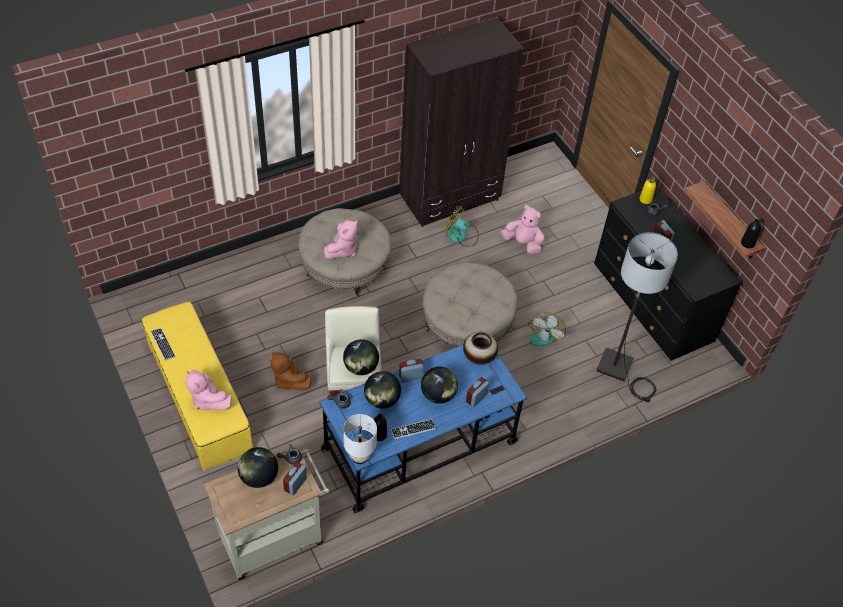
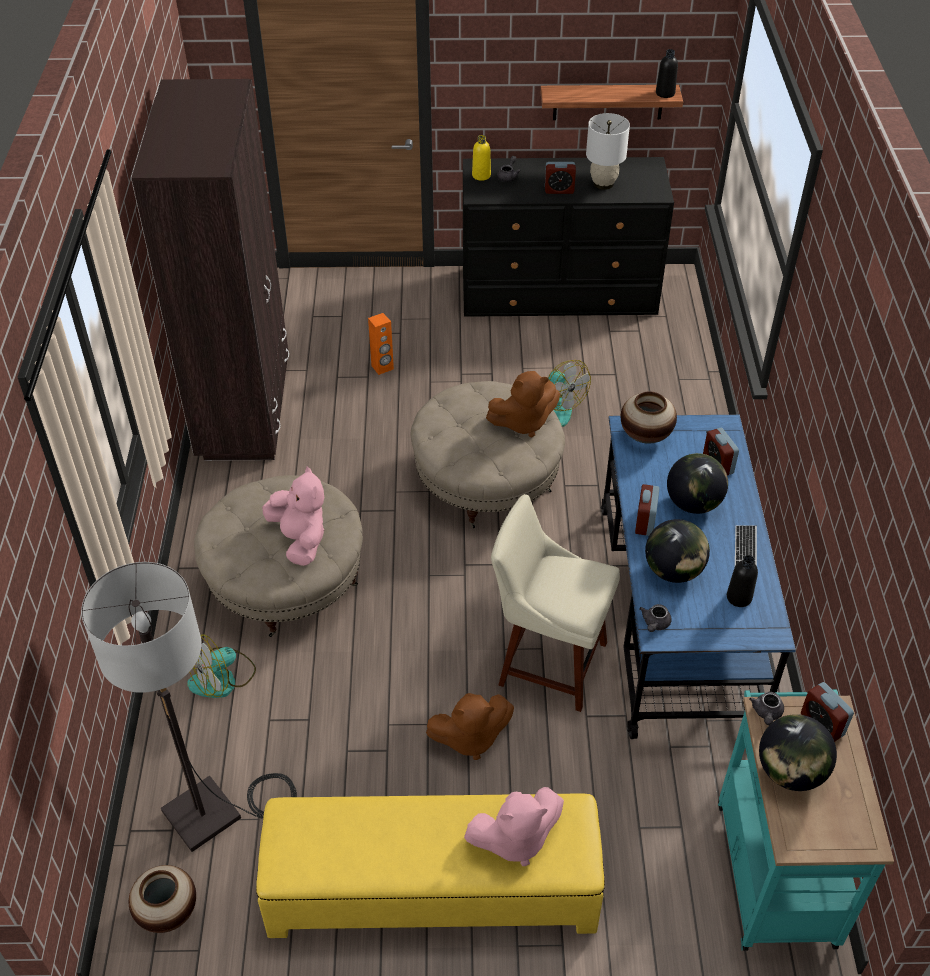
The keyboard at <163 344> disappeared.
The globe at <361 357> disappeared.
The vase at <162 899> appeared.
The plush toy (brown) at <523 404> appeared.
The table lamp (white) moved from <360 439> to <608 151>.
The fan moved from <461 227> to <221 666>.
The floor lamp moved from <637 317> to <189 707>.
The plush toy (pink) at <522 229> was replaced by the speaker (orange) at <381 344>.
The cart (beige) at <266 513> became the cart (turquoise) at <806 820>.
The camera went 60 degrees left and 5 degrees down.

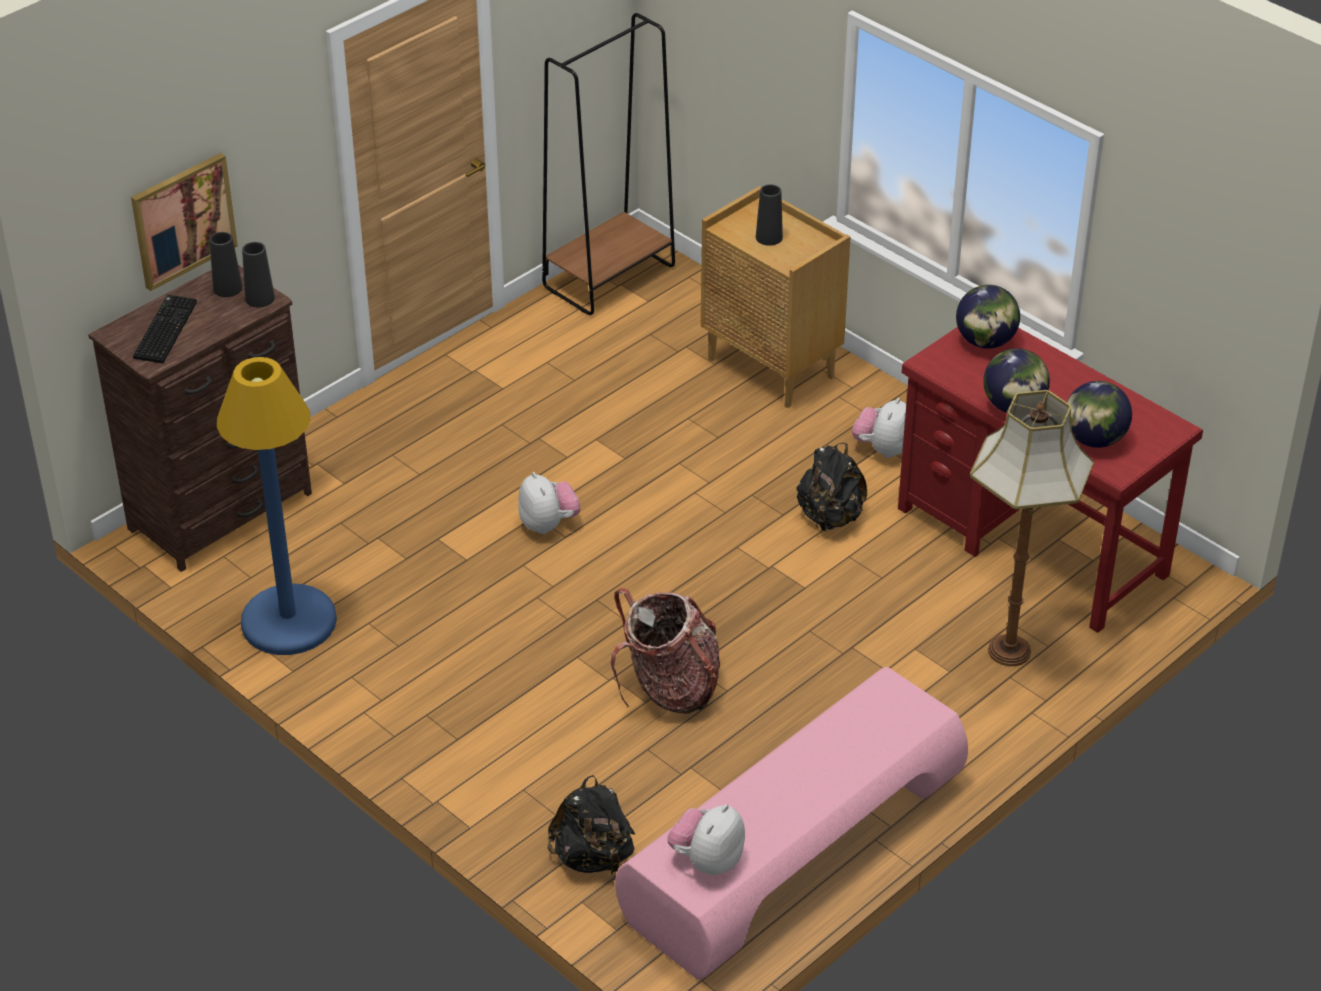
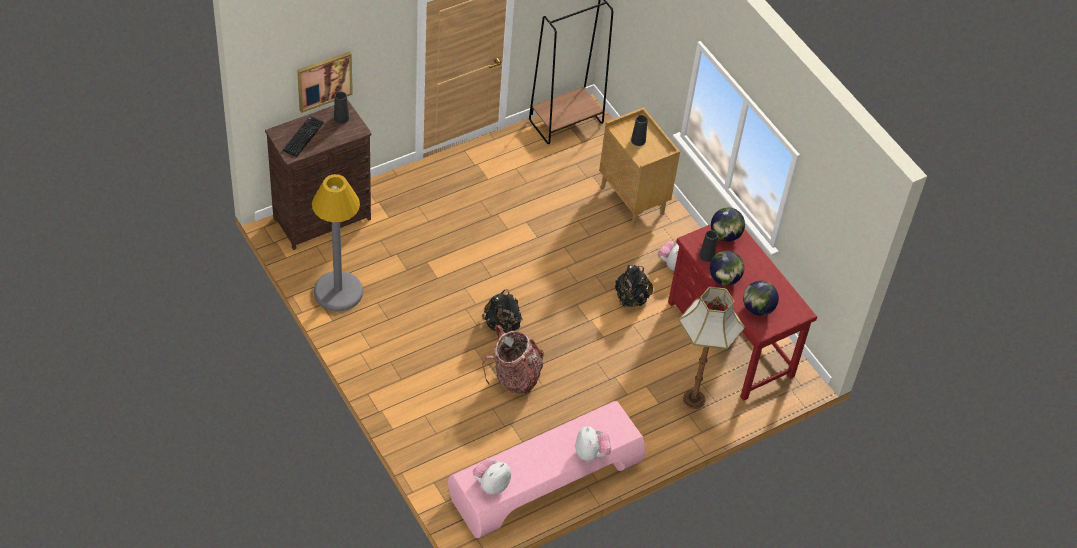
The vase (black) moved from <258 275> to <708 246>.
The plush toy moved from <549 503> to <593 443>.
The backpack (black) moved from <591 824> to <502 311>.
The floor lamp (blue) at <277 506> became the floor lamp (grey) at <337 243>.
The camera went 10 degrees right and 10 degrees up.

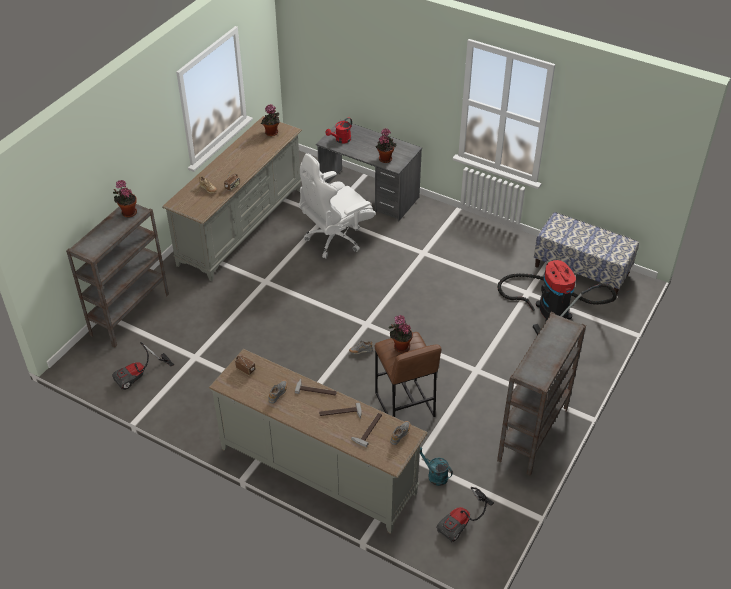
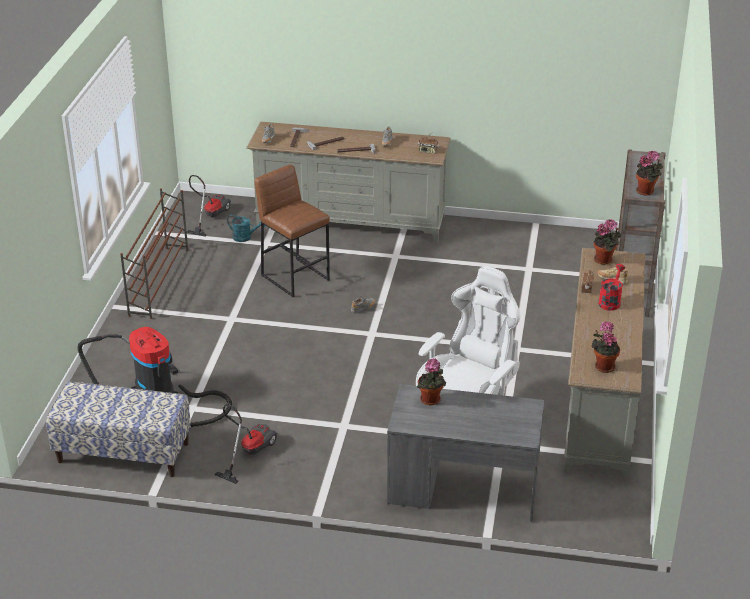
The vacuum cleaner moved from <143 366> to <246 444>.
The watering can (red) moved from <339 130> to <611 287>.
The potted plant moved from <401 334> to <608 242>.
The bookcase (grey) at <541 394> was replaced by the shoe rack (brown) at <154 253>.
The camera went 160 degrees right and 10 degrees down.

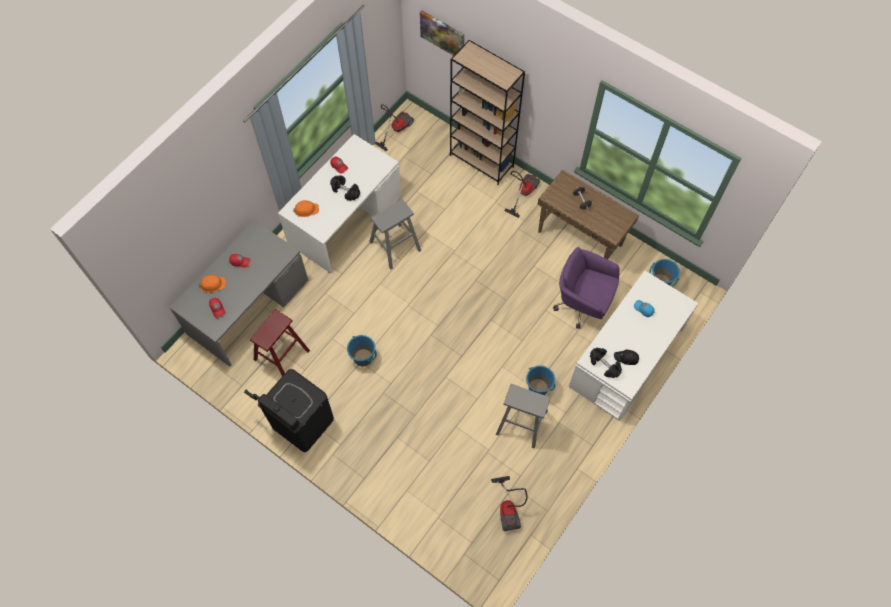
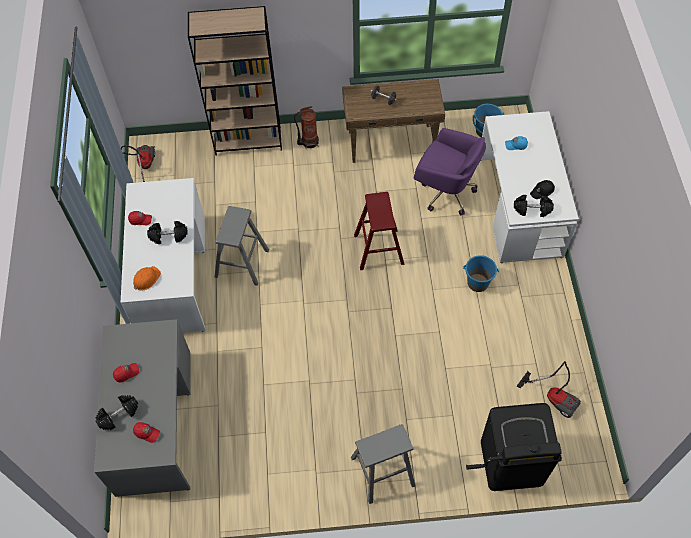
The bucket (blue) at <362 351> disappeared.
The picture at <442 33> disappeared.
The washing machine (black) moved from <289 410> to <514 447>.
The stool (red) moved from <280 342> to <379 231>.
The stool (grey) moved from <523 416> to <383 464>.
The hard hat (orange) at <212 284> was replaced by the dumbbell (black) at <116 412>.
The vacuum cleaner at <522 194> was replaced by the fire extinguisher at <306 127>.
The office chair (purple) at <586 288> turned 135 degrees counterclockwise.
The camera went 40 degrees left and 5 degrees down.

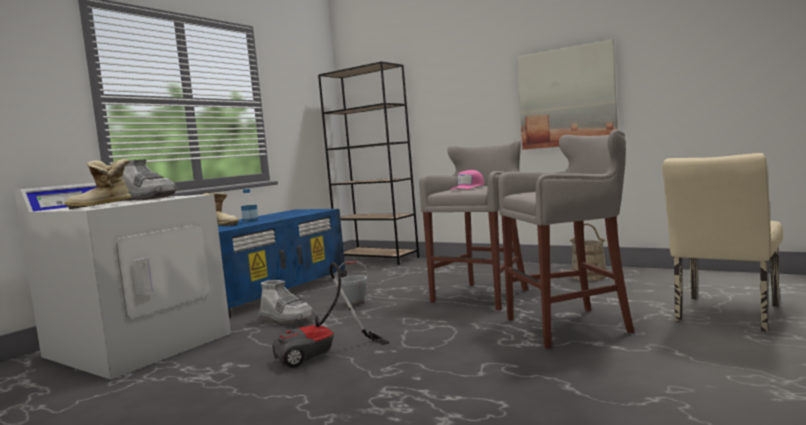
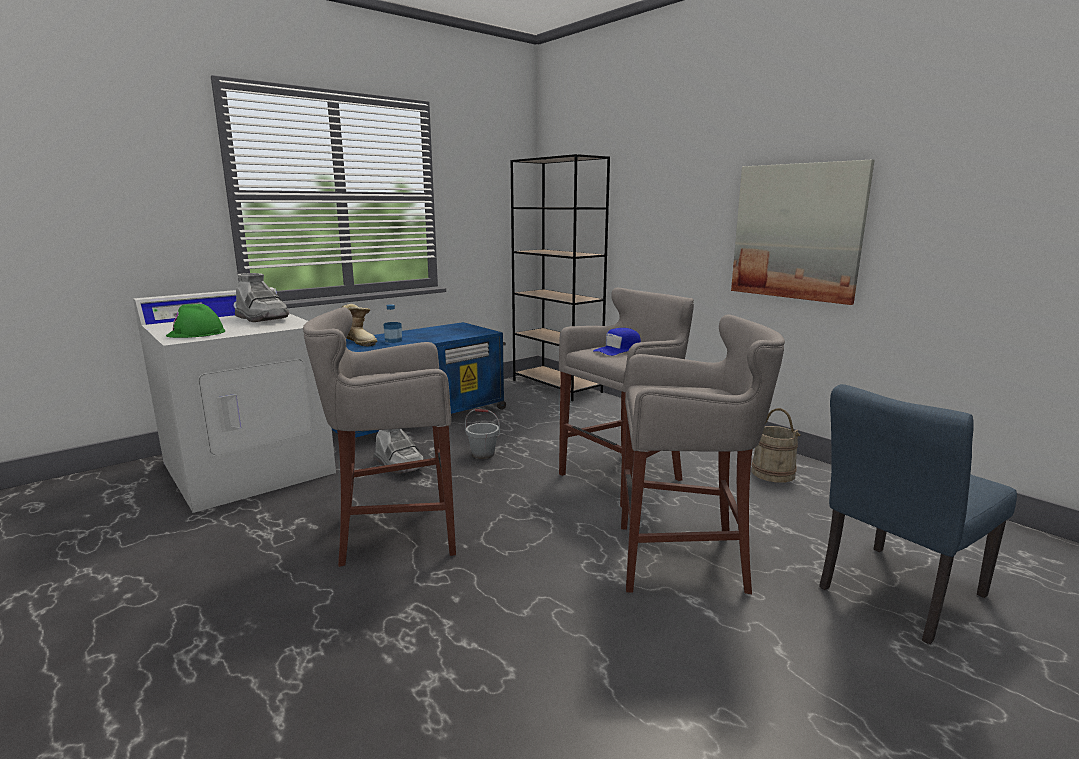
The boot at <98 184> was replaced by the hard hat (green) at <195 321>.
The vacuum cleaner at <331 315> was replaced by the stool (grey) at <379 437>.
The cap (pink) at <467 180> became the cap (blue) at <617 342>.
The chair (beige) at <722 242> became the chair (blue) at <918 514>.
The camera went 15 degrees right and 10 degrees up.

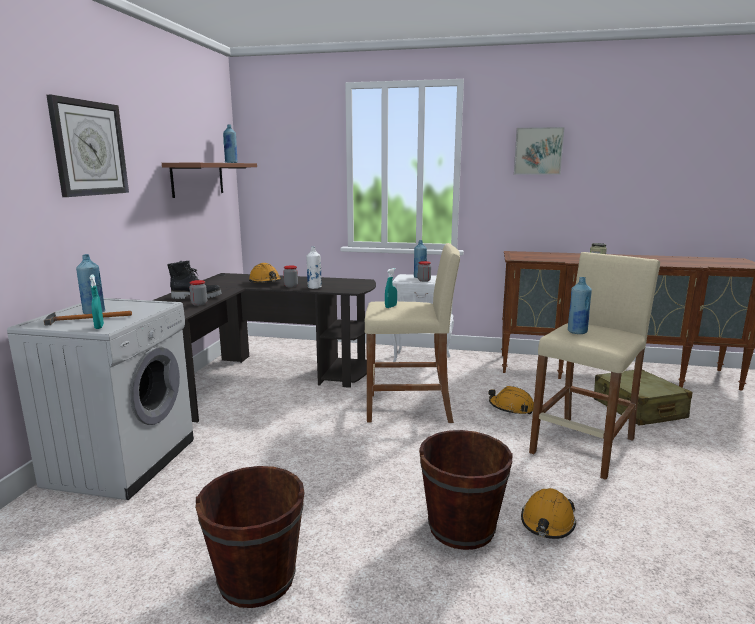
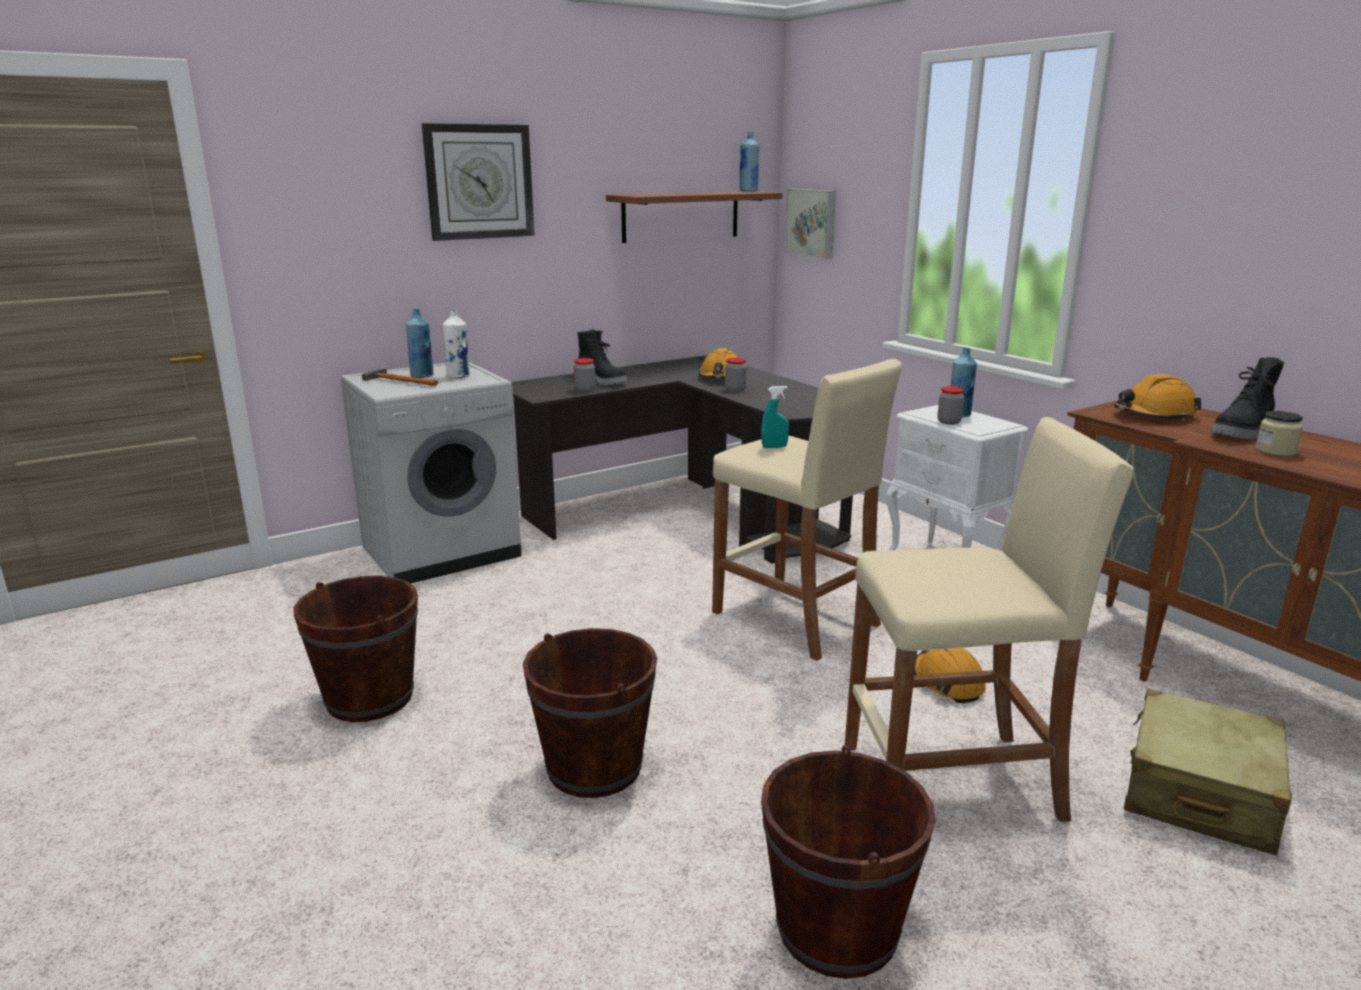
The spray bottle (turquoise) at <97 302> disappeared.
The bottle (blue) at <580 305> disappeared.
The bucket (brown) at <848 862> appeared.
The boot (black) at <1247 398> appeared.
The bottle (white) moved from <314 268> to <456 344>.
The picture moved from <539 151> to <810 224>.
The hard hat (orange) moved from <548 513> to <1157 397>.
The camera went 45 degrees right and 5 degrees up.

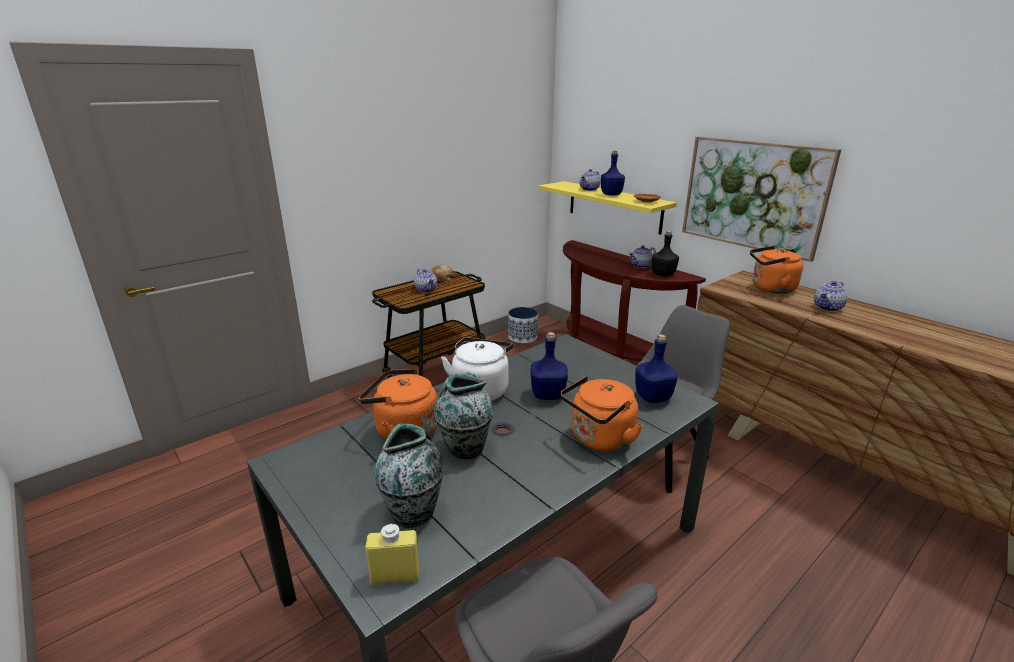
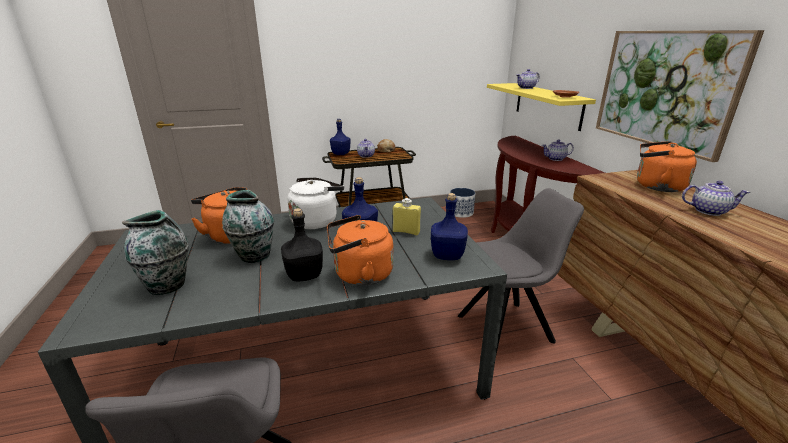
The bottle (yellow) moved from <392 554> to <407 217>.
The bottle (blue) moved from <613 173> to <340 137>.
The bottle (black) moved from <665 254> to <302 244>.
The teapot at <831 296> turned 150 degrees counterclockwise.
The camera went 25 degrees right and 0 degrees up.

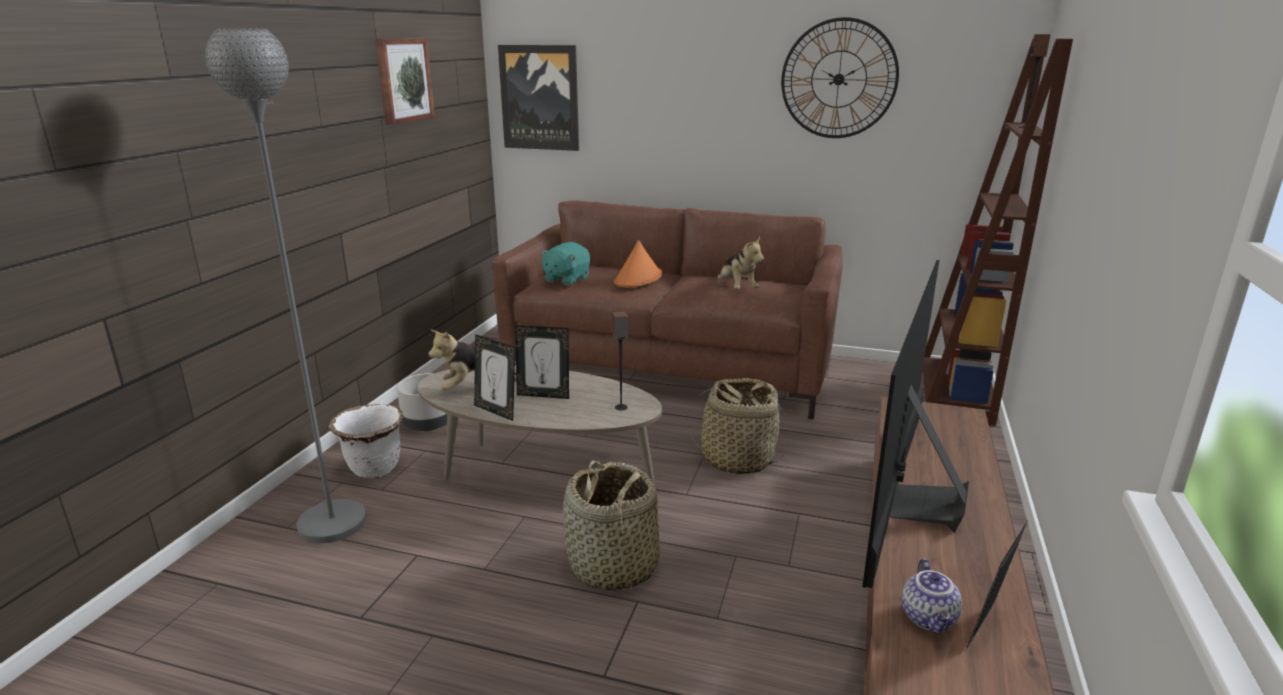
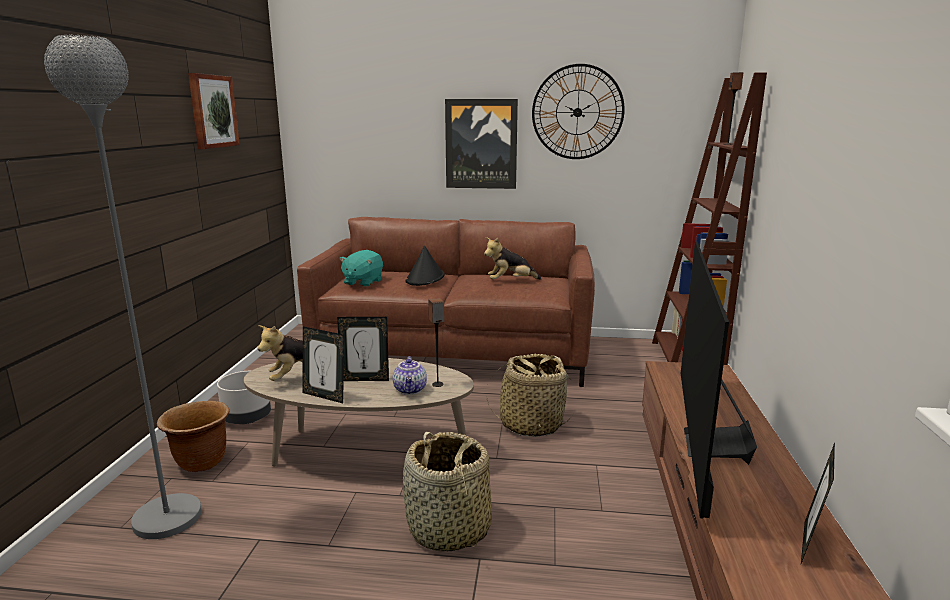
The picture moved from <538 98> to <481 144>.
The teapot moved from <932 596> to <410 375>.
The planter (white) at <366 441> became the planter (brown) at <193 436>.
The hat (orange) at <638 264> became the hat (black) at <425 266>.
The plush toy at <740 263> turned 105 degrees clockwise.
The camera went 10 degrees left and 5 degrees down.

